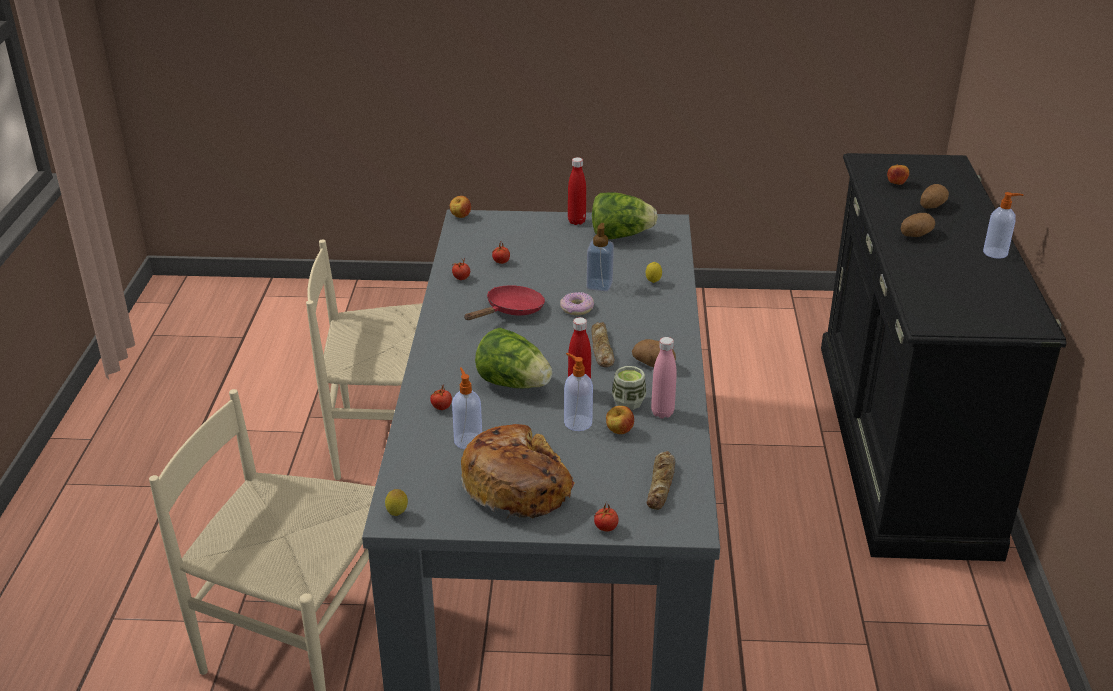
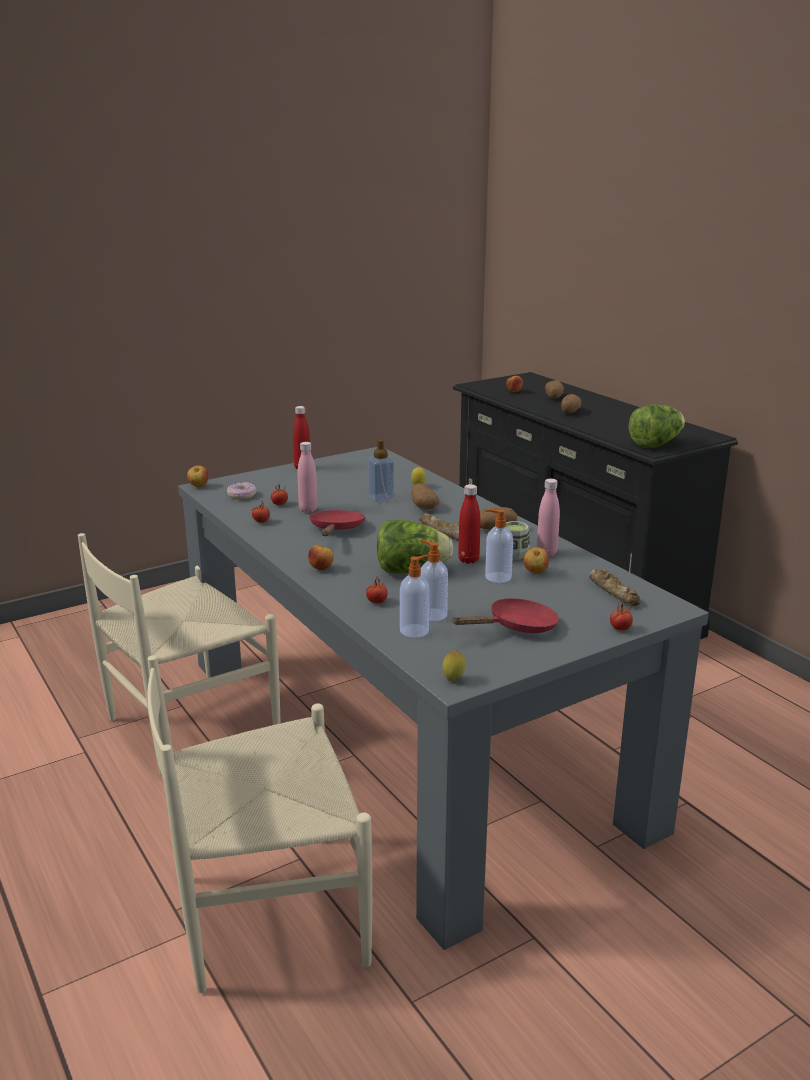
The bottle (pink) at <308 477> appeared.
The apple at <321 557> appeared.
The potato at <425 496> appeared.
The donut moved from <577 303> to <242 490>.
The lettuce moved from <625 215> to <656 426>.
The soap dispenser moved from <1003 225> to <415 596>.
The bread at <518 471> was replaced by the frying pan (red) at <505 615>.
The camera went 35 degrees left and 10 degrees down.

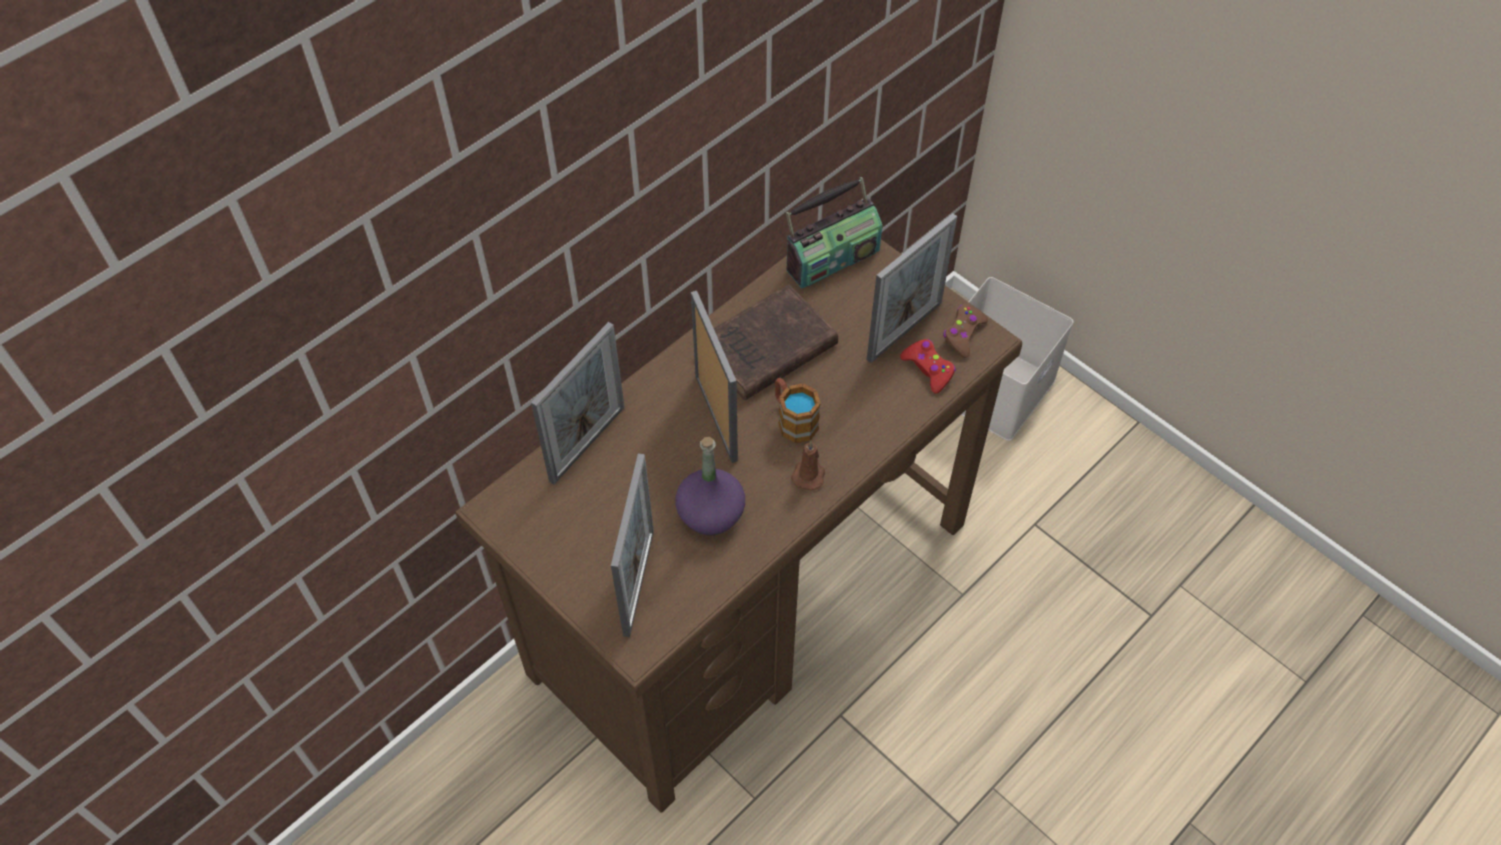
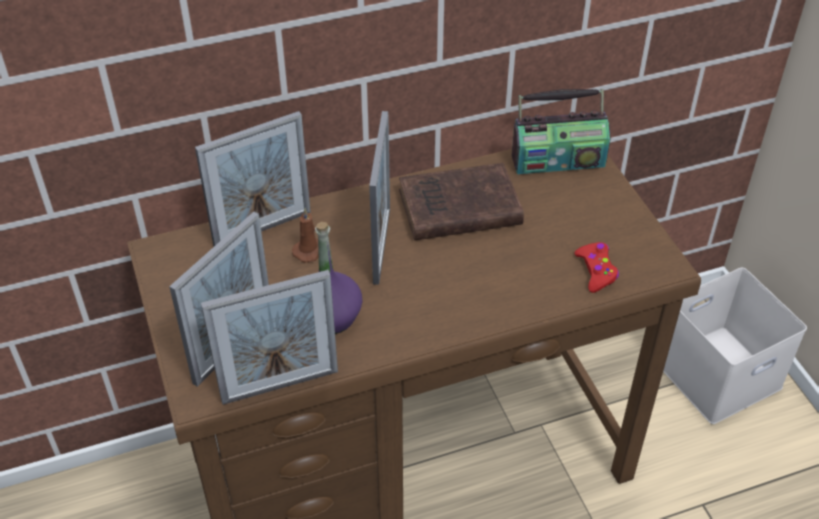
The mug at <798 410> disappeared.
The game controller (brown) at <965 331> disappeared.
The candle (brown) moved from <808 466> to <305 235>.
The picture frame moved from <912 288> to <269 337>.
The camera went 25 degrees right and 10 degrees down.

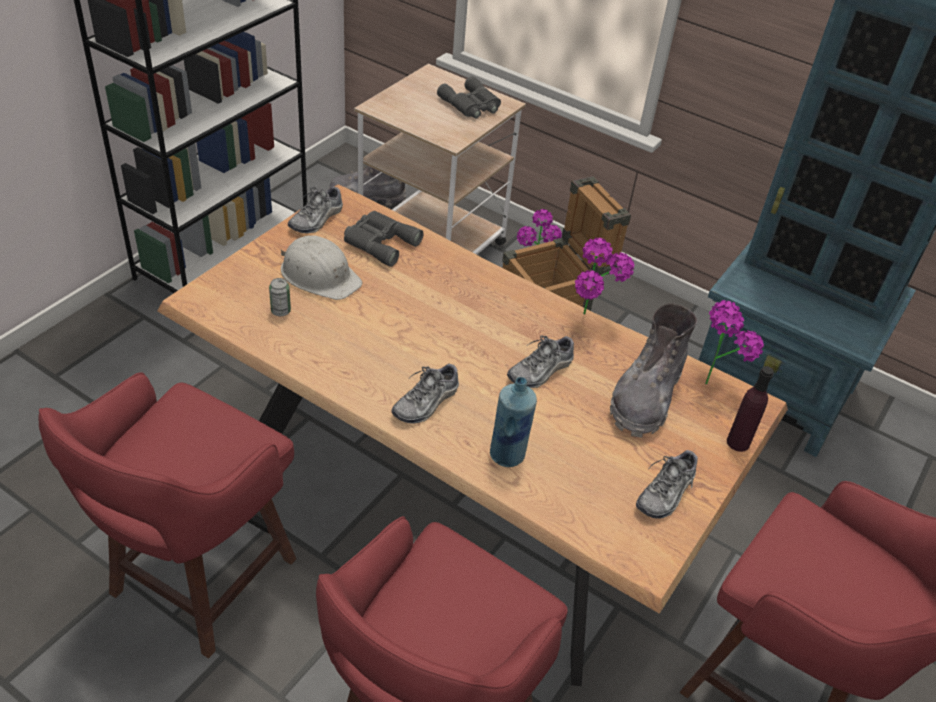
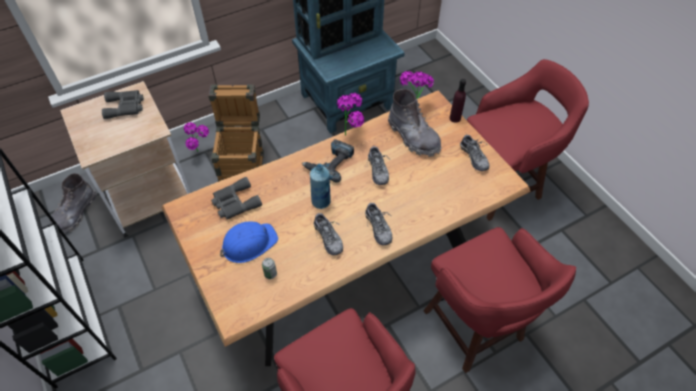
The power drill at <328 161> appeared.
The shoe moved from <315 209> to <328 234>.
The bottle (blue) moved from <513 422> to <320 186>.
The hard hat (white) at <321 267> became the hard hat (blue) at <249 242>.
The camera went 60 degrees left and 10 degrees up.

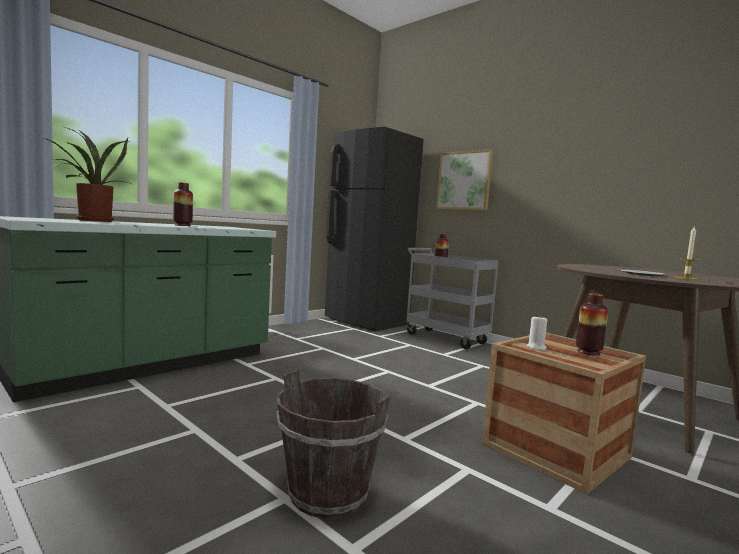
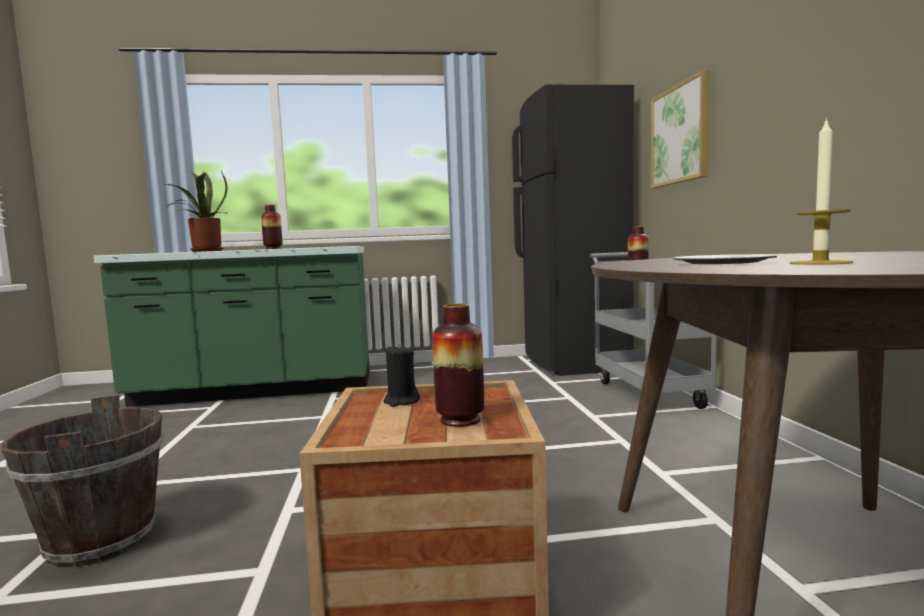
The candle (white) at <537 334> became the candle (black) at <401 375>.
The camera went 40 degrees right and 0 degrees up.

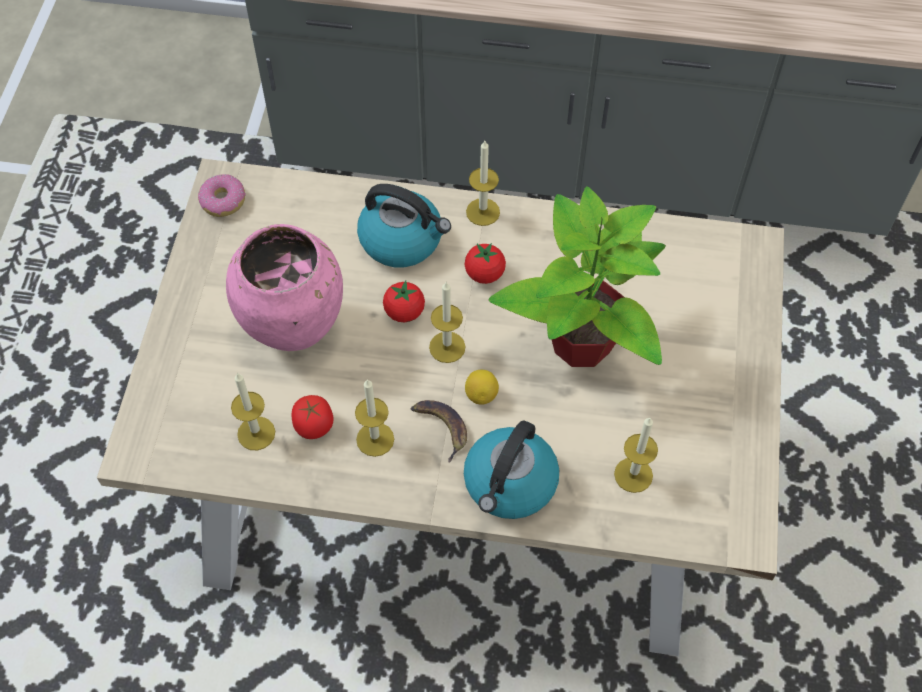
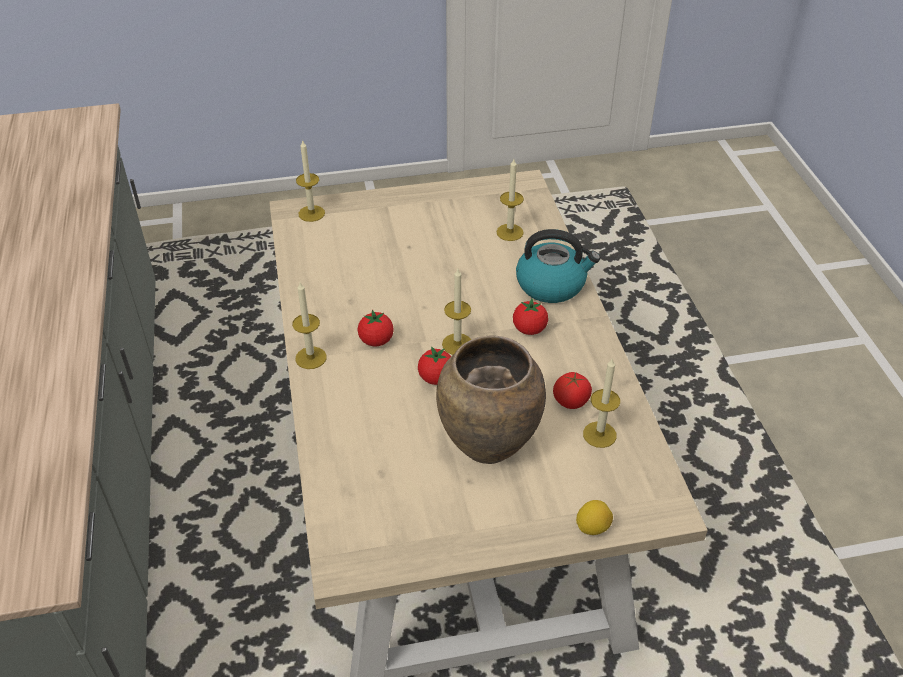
The donut at <222 195> disappeared.
The kettle at <404 225> disappeared.
The potted plant at <577 276> disappeared.
The candle moved from <374 418> to <310 180>.
The lemon moved from <482 387> to <594 517>.
The banana at <439 431> was replaced by the tomato at <530 316>.
The vase (pink) at <284 287> became the vase (brown) at <491 400>.
The camera went 110 degrees left and 15 degrees down.

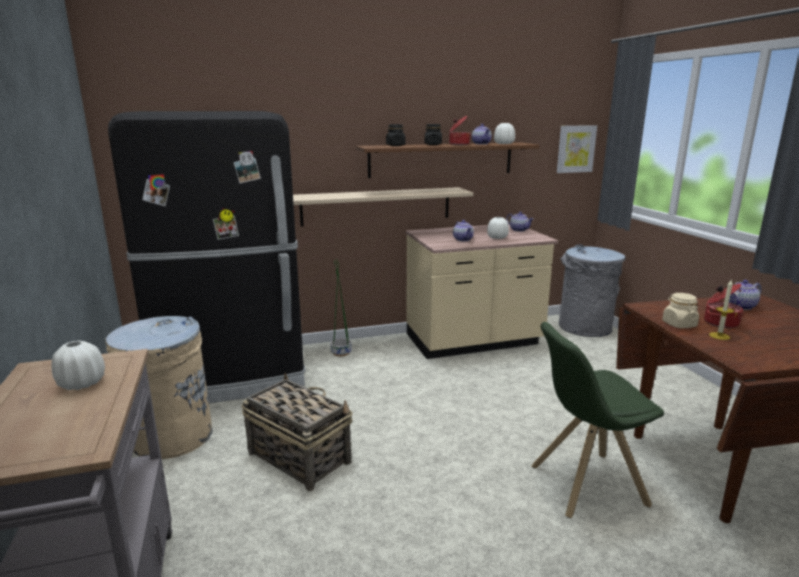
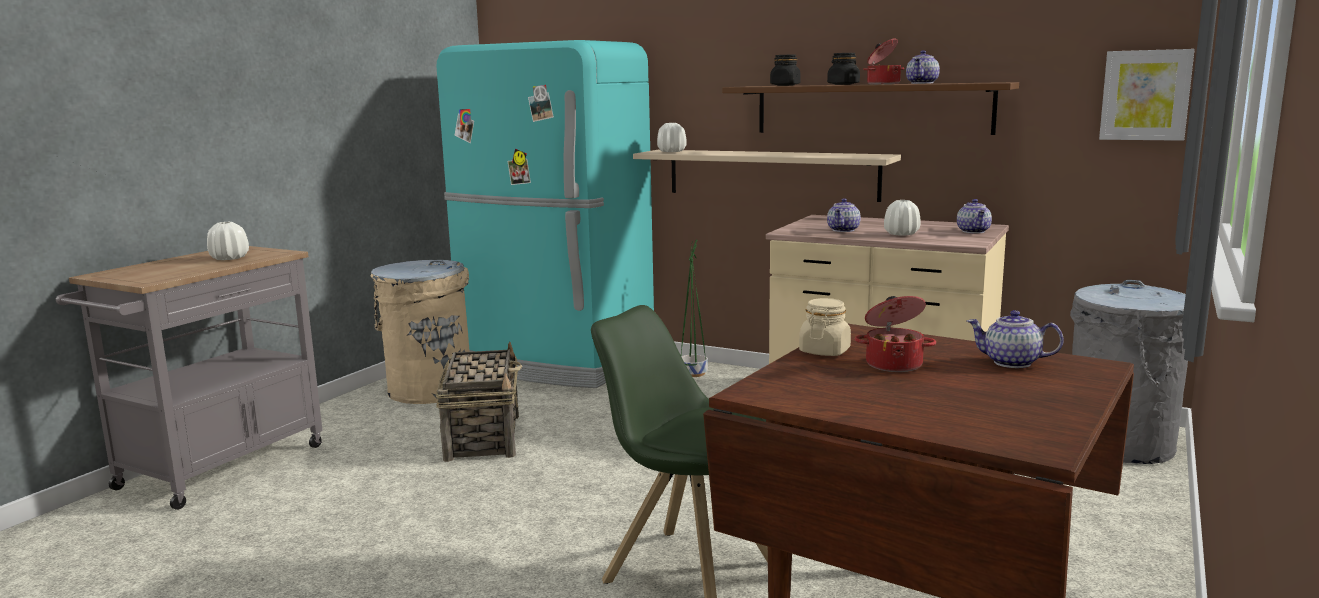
The candle at <721 310> disappeared.
The vase (white) moved from <504 133> to <672 137>.
The fridge (black) at <207 257> became the fridge (turquoise) at <545 214>.
The camera went 45 degrees right and 5 degrees down.

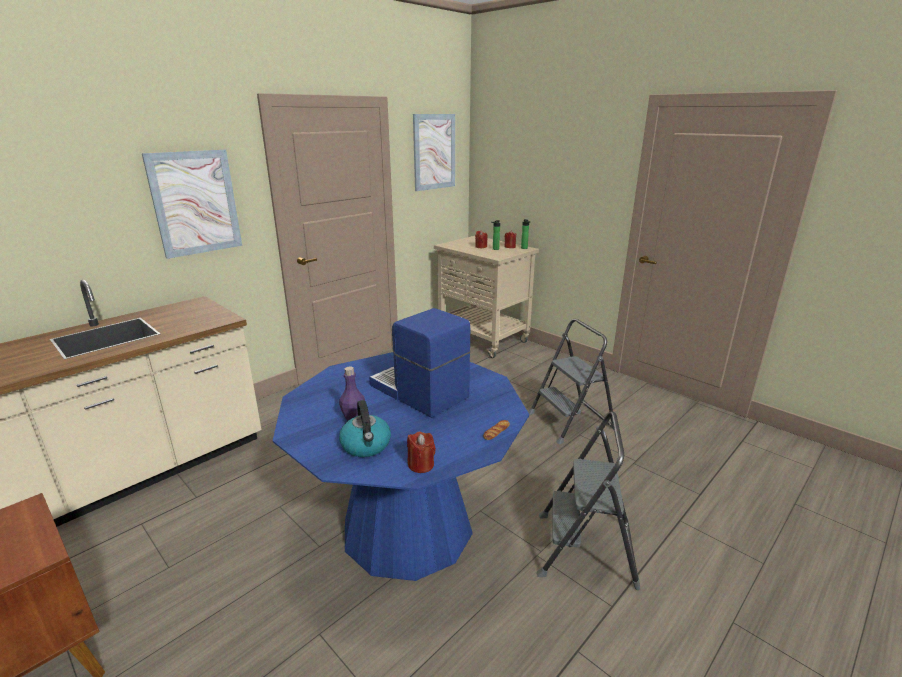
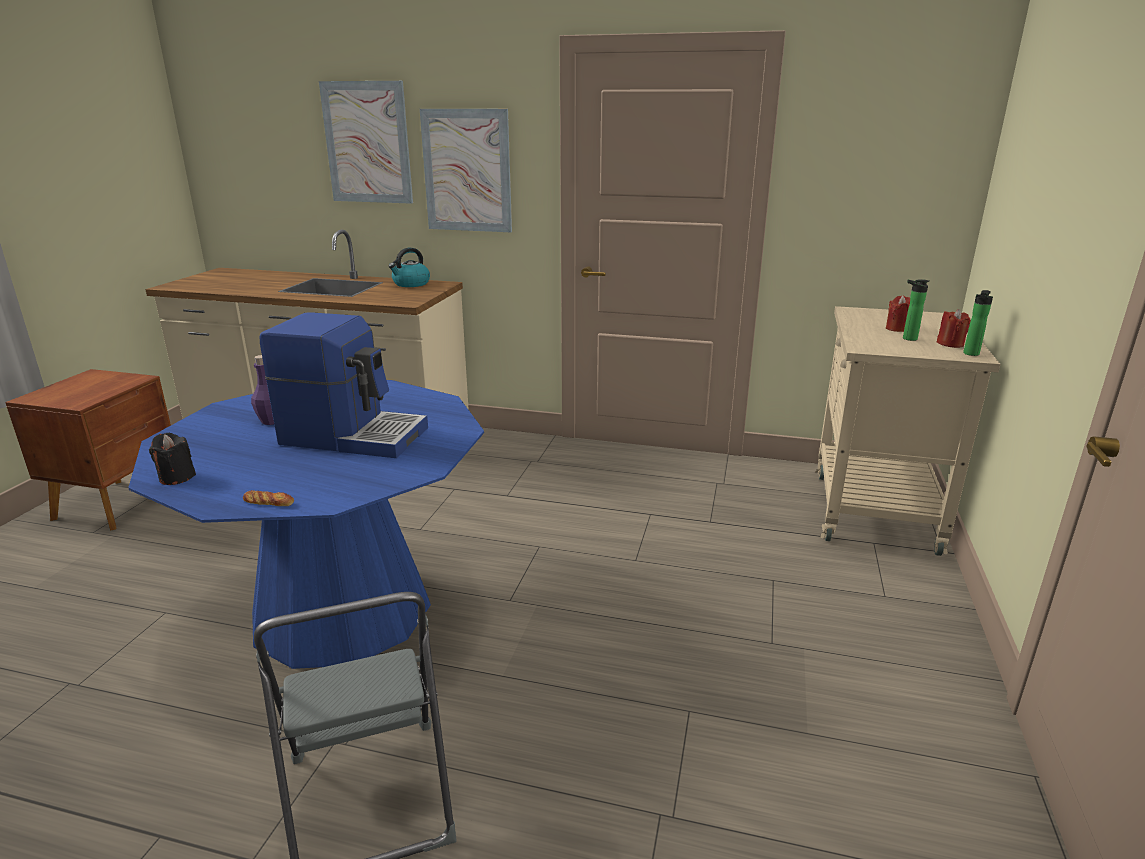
The step ladder (grey) at <571 381> disappeared.
The kettle moved from <365 428> to <409 267>.
The picture moved from <434 152> to <366 142>.
The candle (red) at <421 452> became the candle (black) at <172 459>.
The coffee machine at <420 363> turned 90 degrees clockwise.
The camera went 60 degrees right and 0 degrees up.

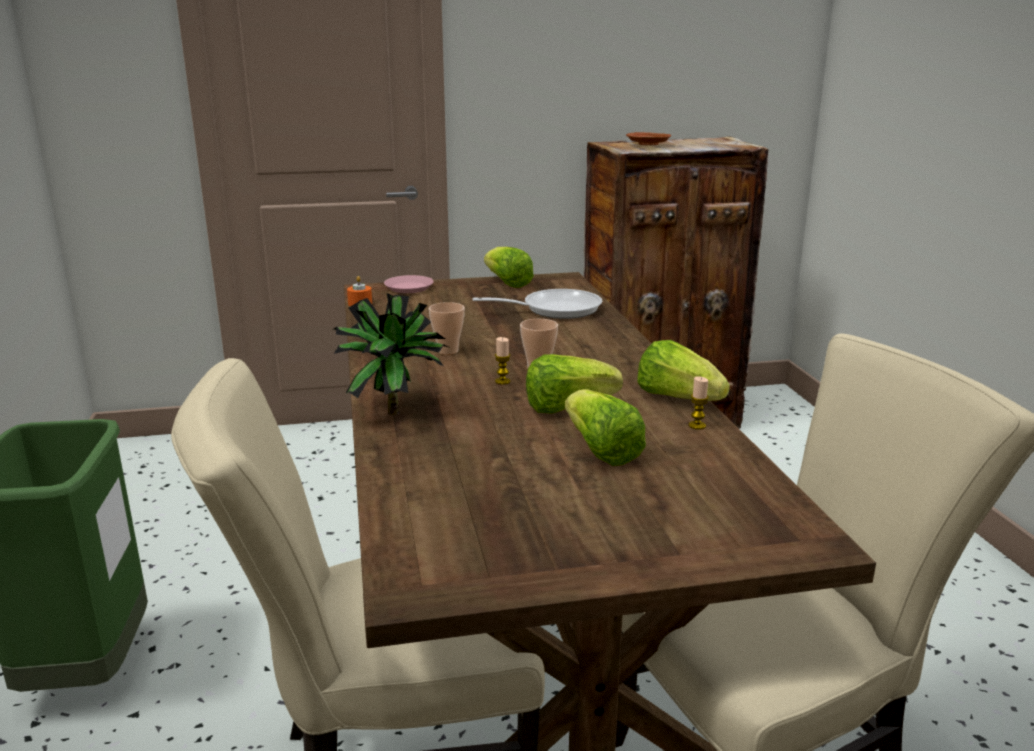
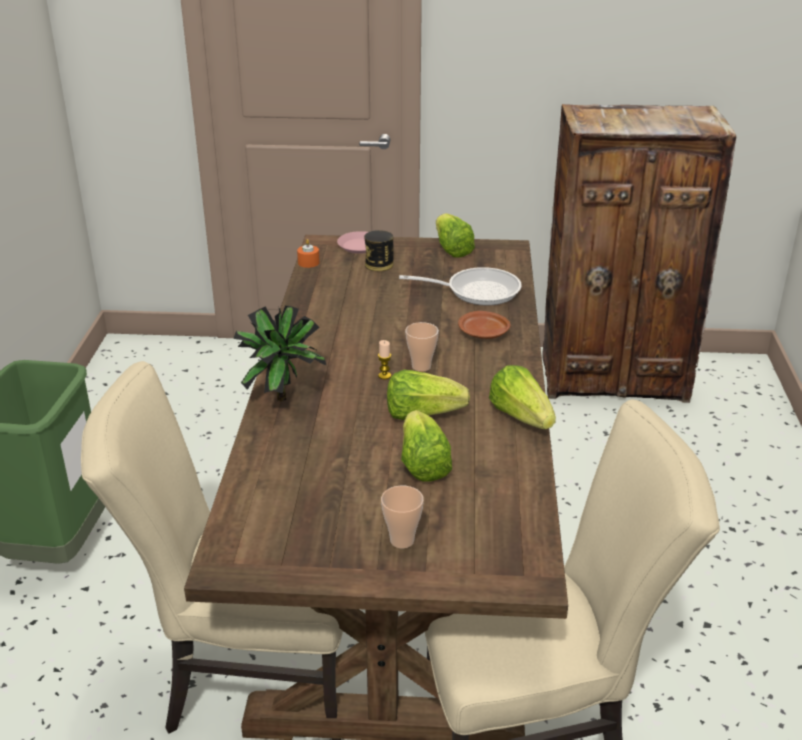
The candle at <699 403> disappeared.
The can at <379 250> appeared.
The cup moved from <447 328> to <402 517>.
The plate (brown) moved from <648 138> to <484 325>.
The camera went 15 degrees right and 10 degrees up.

